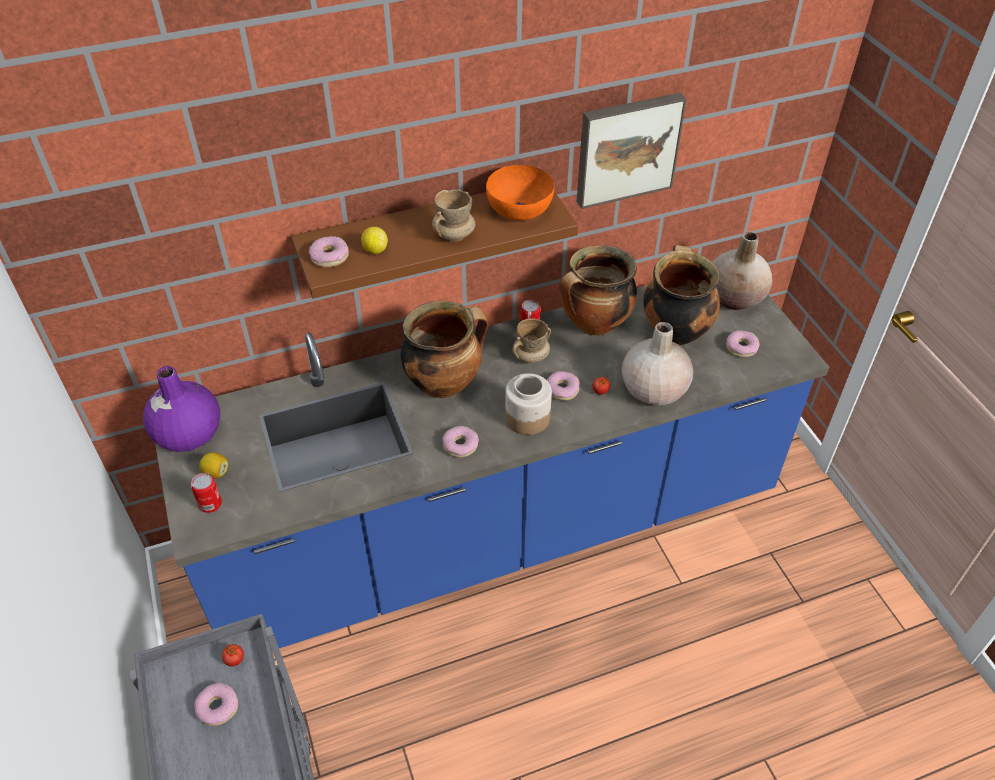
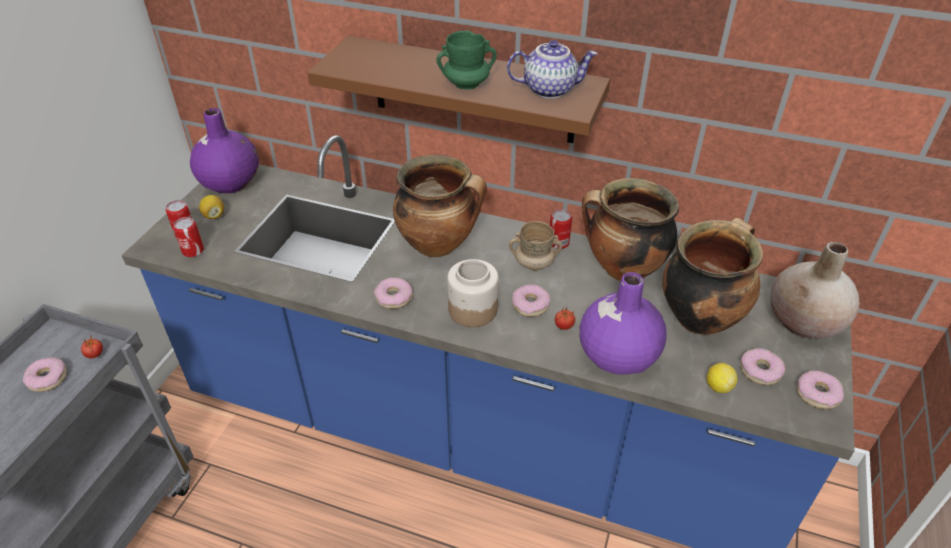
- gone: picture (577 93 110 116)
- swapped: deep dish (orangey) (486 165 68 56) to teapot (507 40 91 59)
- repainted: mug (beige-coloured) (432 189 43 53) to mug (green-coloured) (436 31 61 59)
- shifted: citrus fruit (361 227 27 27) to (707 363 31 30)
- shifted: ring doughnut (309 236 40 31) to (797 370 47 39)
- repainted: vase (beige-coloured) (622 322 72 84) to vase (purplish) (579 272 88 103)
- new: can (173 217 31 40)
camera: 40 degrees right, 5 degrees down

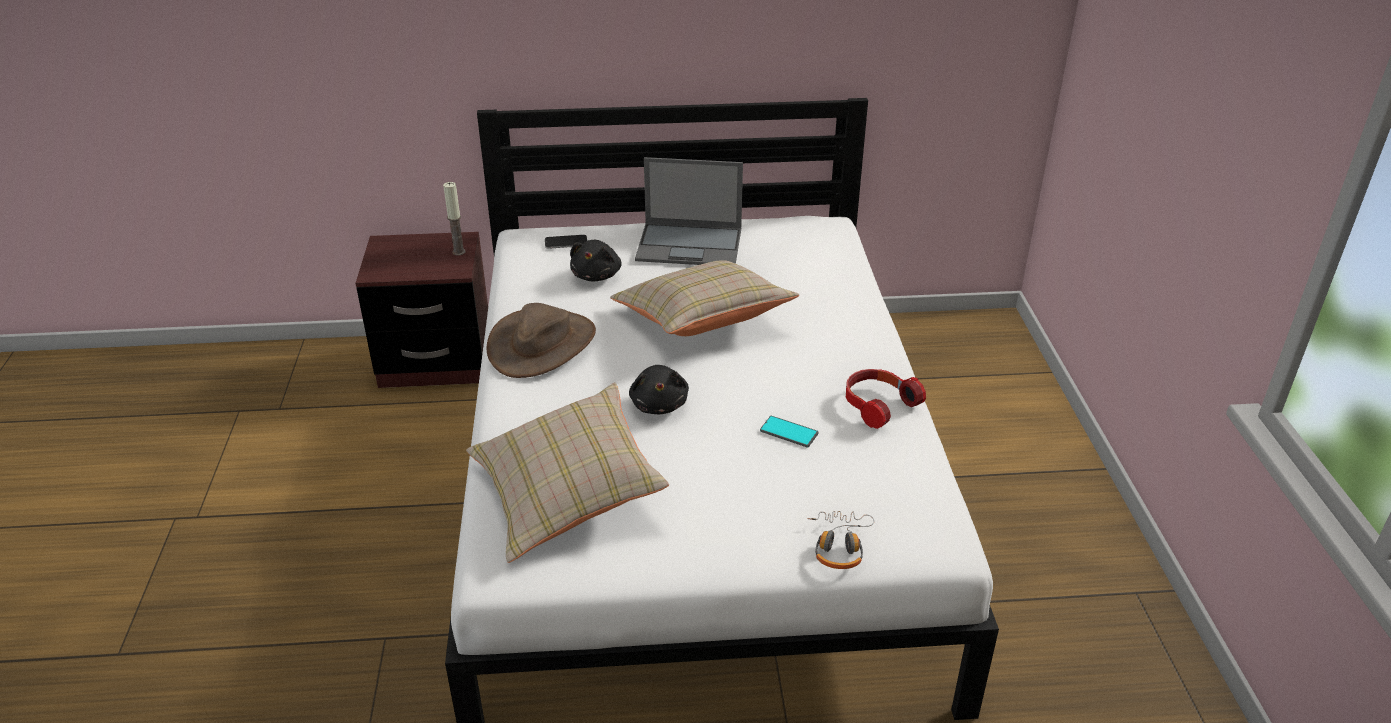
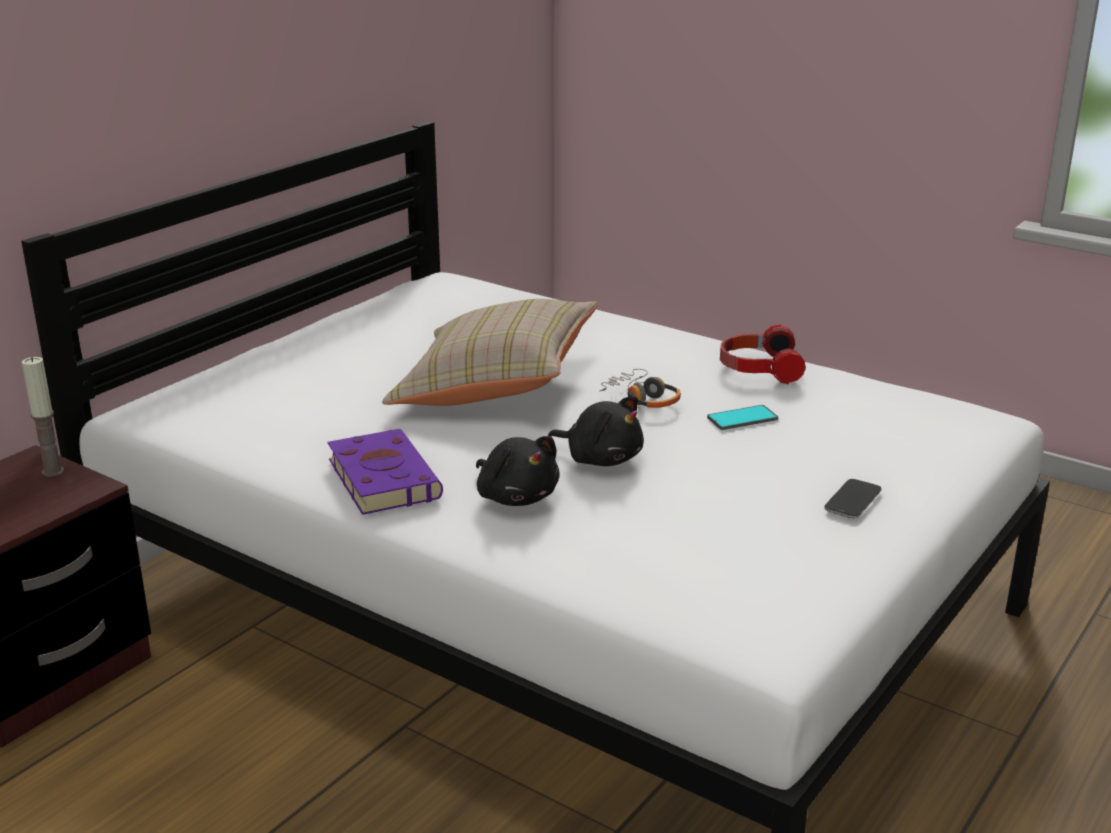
- gone: portable computer (635 157 108 108)
- shifted: handset (545 235 42 14) to (824 479 57 39)
- shifted: soft toy (black) (570 240 52 41) to (476 436 84 70)
- swapped: wearable hat (brown) (487 303 109 75) to volume (purplish) (328 429 115 86)
- gone: throw pillow (beige-coloured) (466 382 203 181)
- shifted: headphones (808 511 67 58) to (600 369 81 39)
camera: 50 degrees left, 10 degrees down

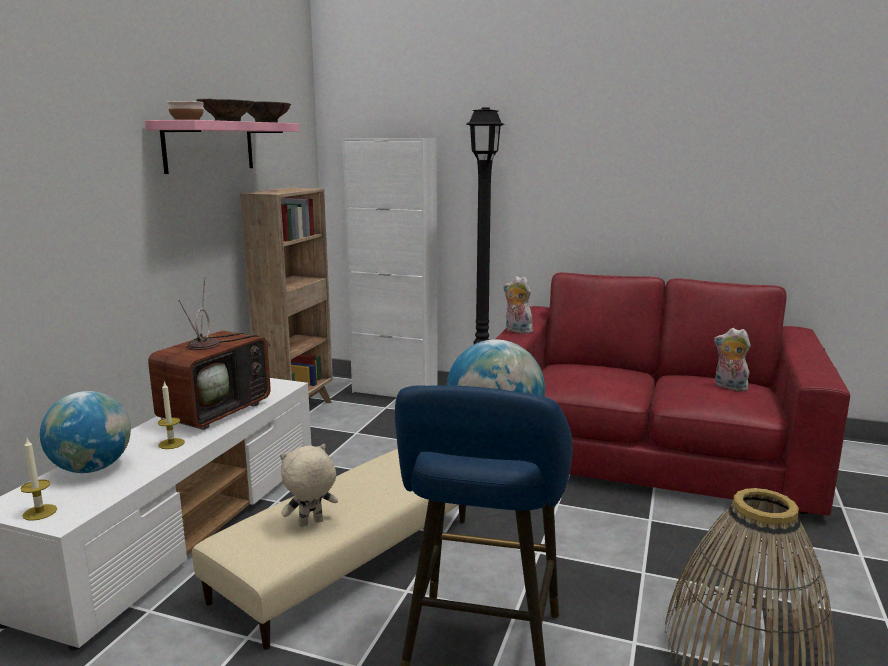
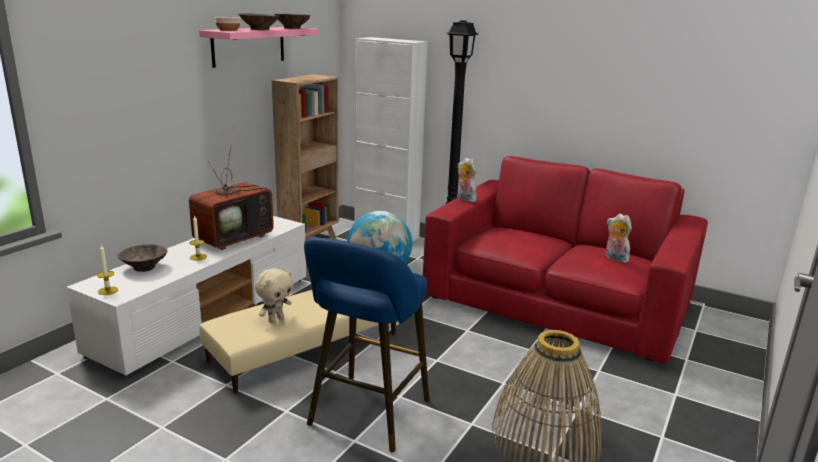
- swapped: world globe (40 391 91 82) to deep dish (brown) (117 244 51 28)
- rotated: soft toy (beige-coloured) (280 444 58 83) = (255 268 39 55) 150 degrees clockwise
camera: 10 degrees right, 5 degrees up

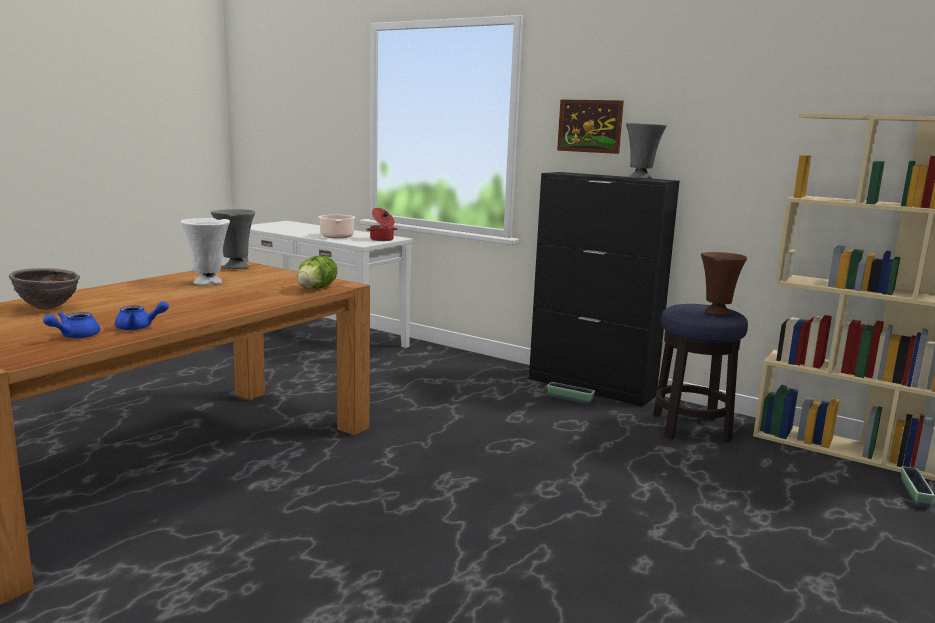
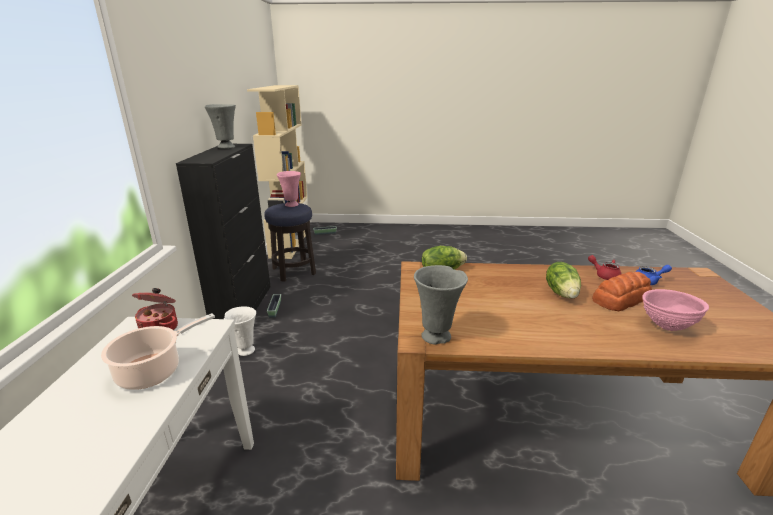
- gone: picture (557 99 67 55)
- shifted: vase (whitish) (181 218 49 67) to (224 306 32 50)
- repainted: vase (brown) (701 252 46 64) to vase (pink-coloured) (277 171 24 36)
- repainted: deep dish (brown) (9 268 71 42) to deep dish (pink-coloured) (642 289 67 42)
- repainted: teapot (bluish) (115 301 54 29) to teapot (reddish) (588 255 33 25)
- new: head of lettuce (546 262 35 37)
- new: bread (592 272 60 39)
camera: 120 degrees left, 10 degrees up

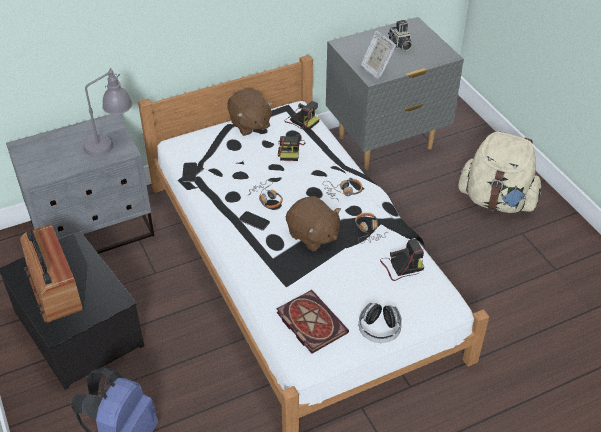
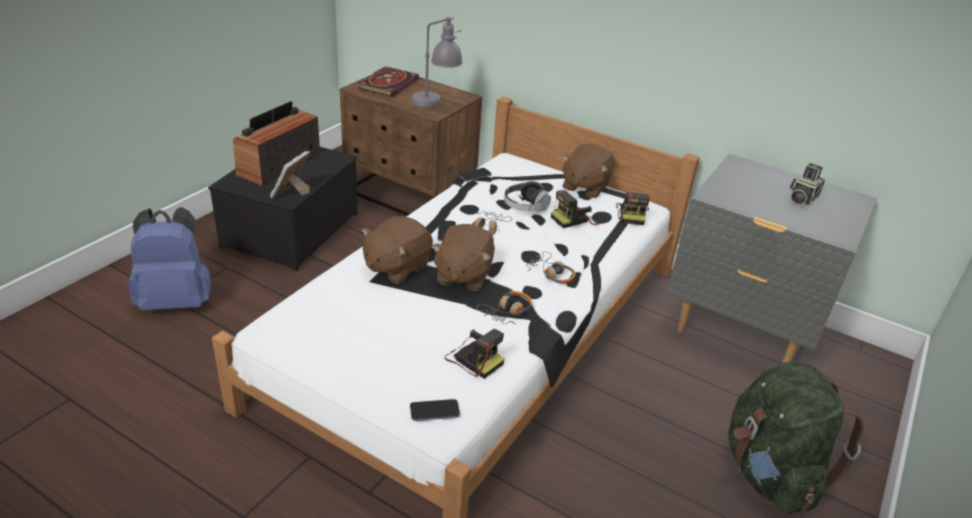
- shifted: photo frame (360 30 36 50) to (270 151 40 47)
- repainted: nightstand (grey) (6 114 148 140) to nightstand (brown) (340 77 142 139)
- repainted: backpack (beige-coloured) (458 132 85 81) to backpack (green-coloured) (728 362 136 152)
- shifted: volume (276 290 73 64) to (358 66 61 31)
- shifted: headphones (359 303 43 40) to (504 180 47 32)
- new: soft toy (brown) (362 216 71 68)
- new: handset (410 399 50 22)
camera: 55 degrees right, 10 degrees down

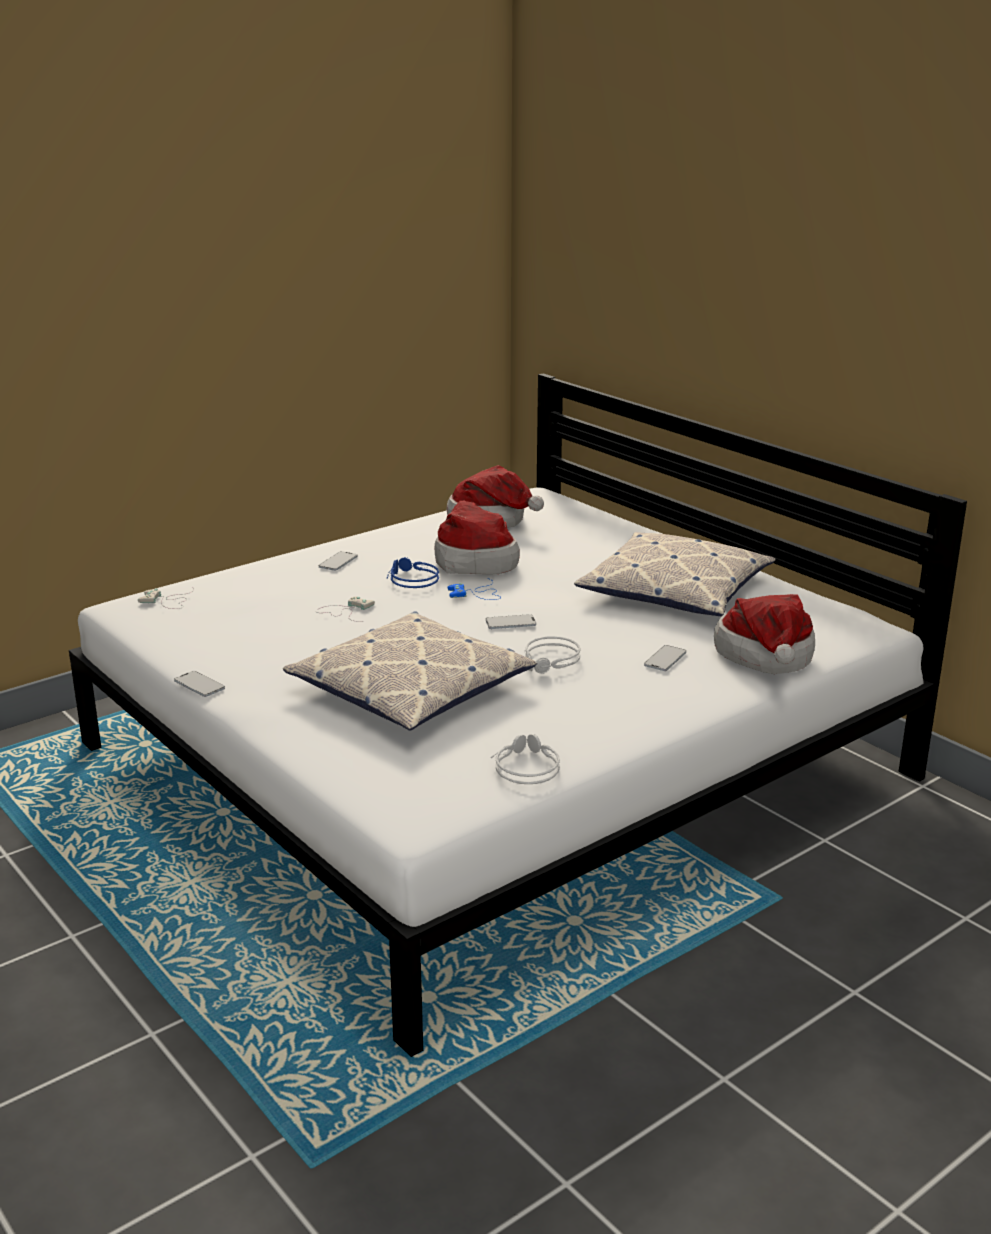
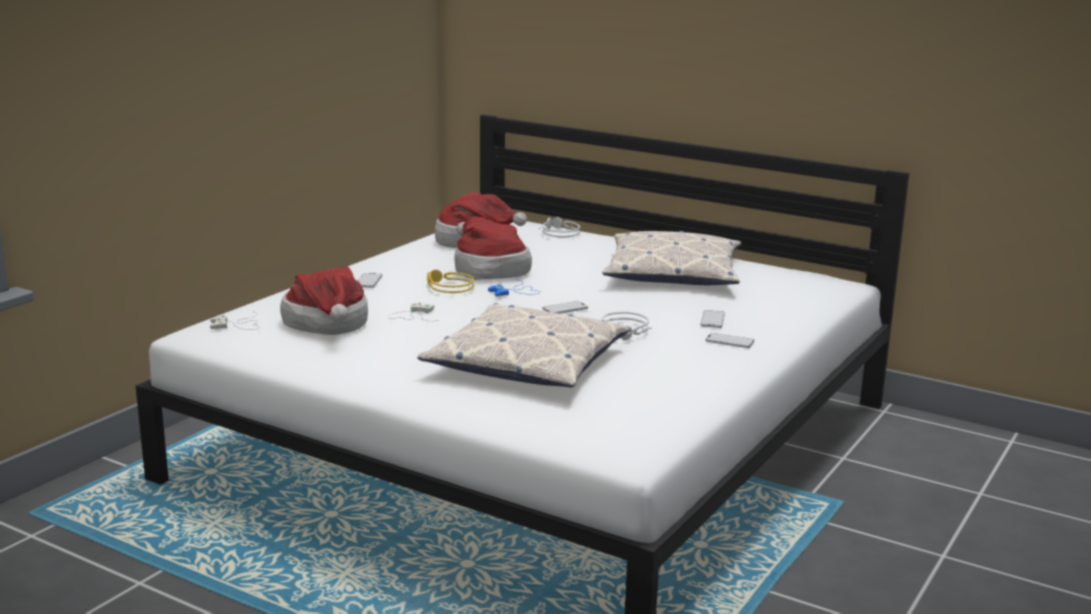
- repainted: headphones (bluish) (387 557 52 31) to headphones (yellowish) (426 269 48 24)
- shifted: wearable hat (714 594 101 80) to (280 266 88 69)
- shifted: handset (174 671 51 26) to (706 333 48 15)
- shifted: headphones (grey) (491 734 69 50) to (539 217 41 20)
camera: 20 degrees left, 5 degrees down

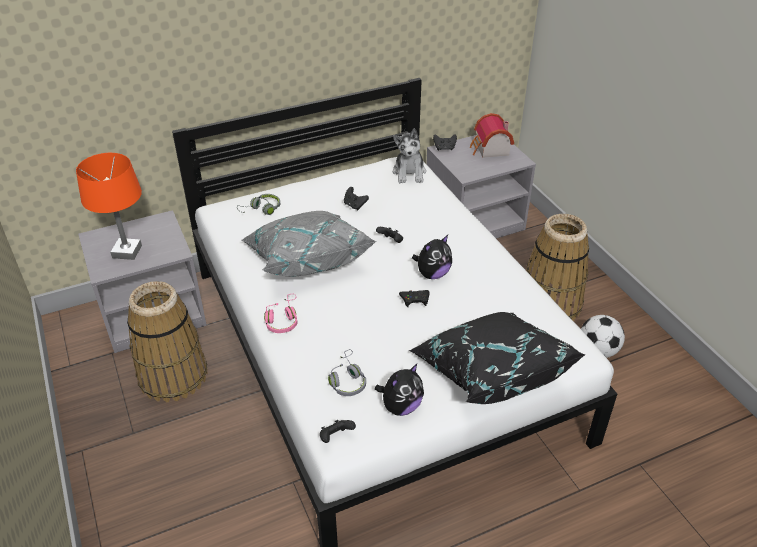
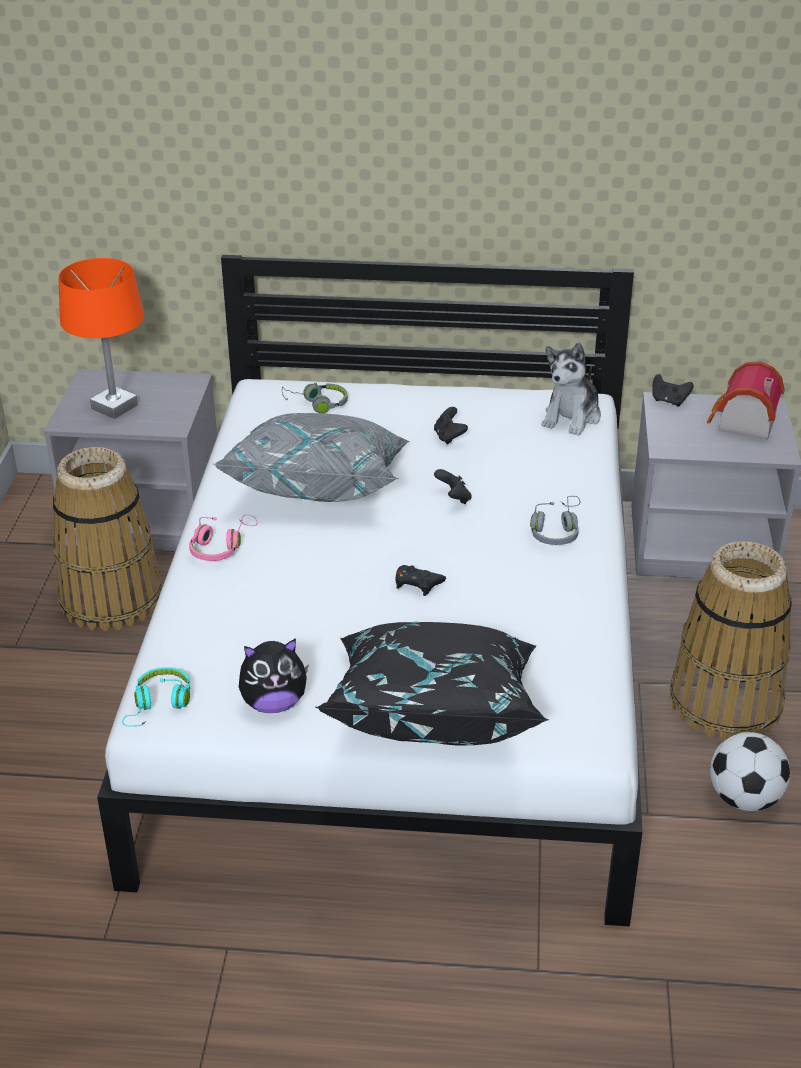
- gone: soft toy (412 235 40 44)
- shifted: headphones (grey) (328 349 38 47) to (530 496 50 49)
- swapped: gamepad (black) (320 420 36 23) to headphones (turquoise) (122 667 69 60)
camera: 30 degrees right, 5 degrees down

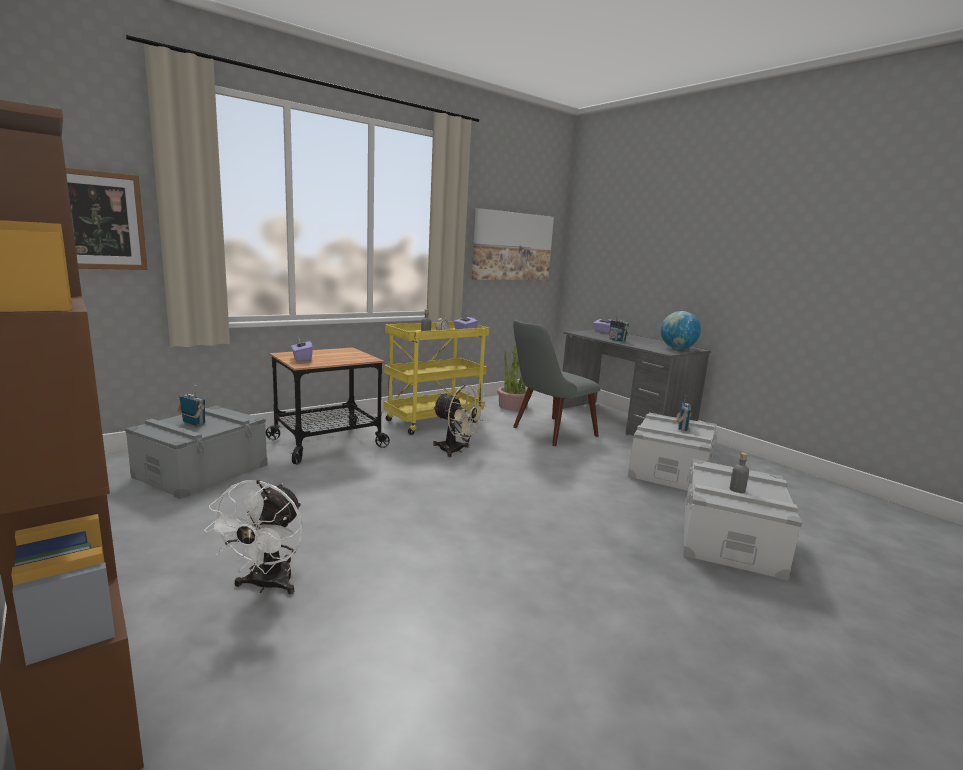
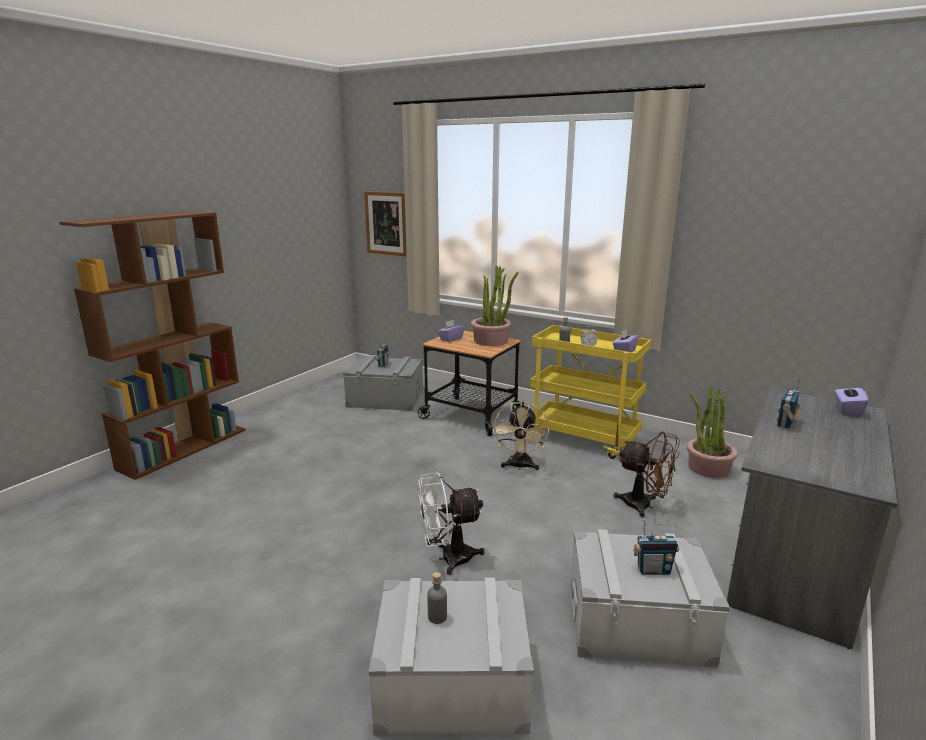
- gone: picture (472 208 82 73)
- gone: world globe (661 311 40 38)
- swapped: chair (grey) (513 320 87 126) to electric fan (brown) (613 431 67 86)
- shifted: electric fan (whitish) (204 480 99 114) to (418 472 67 103)
- new: potted plant (471 265 48 81)
camera: 70 degrees right, 5 degrees up

